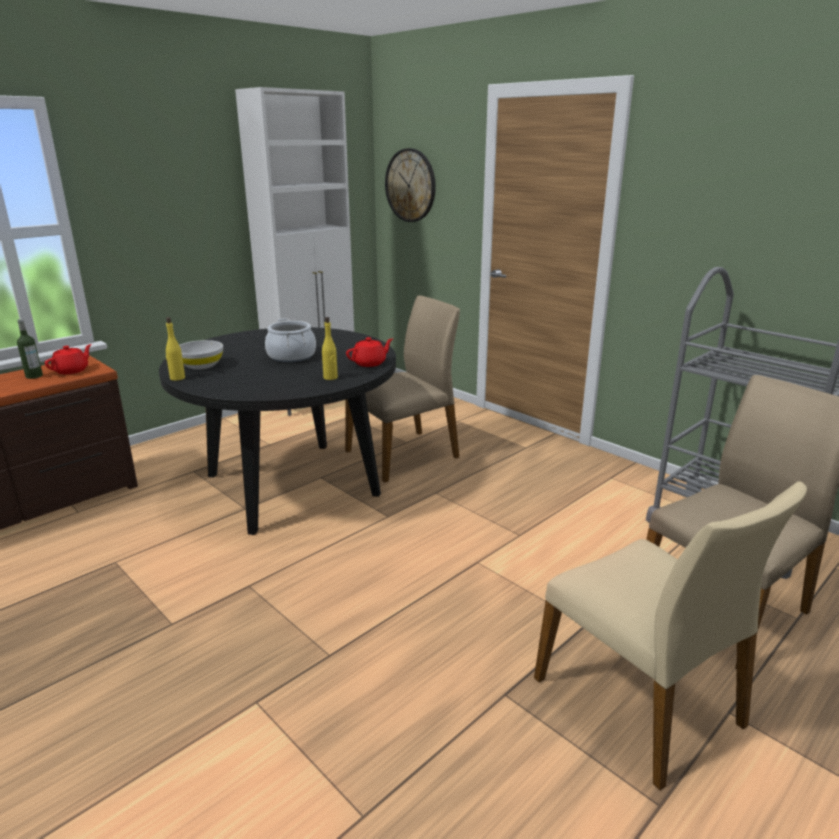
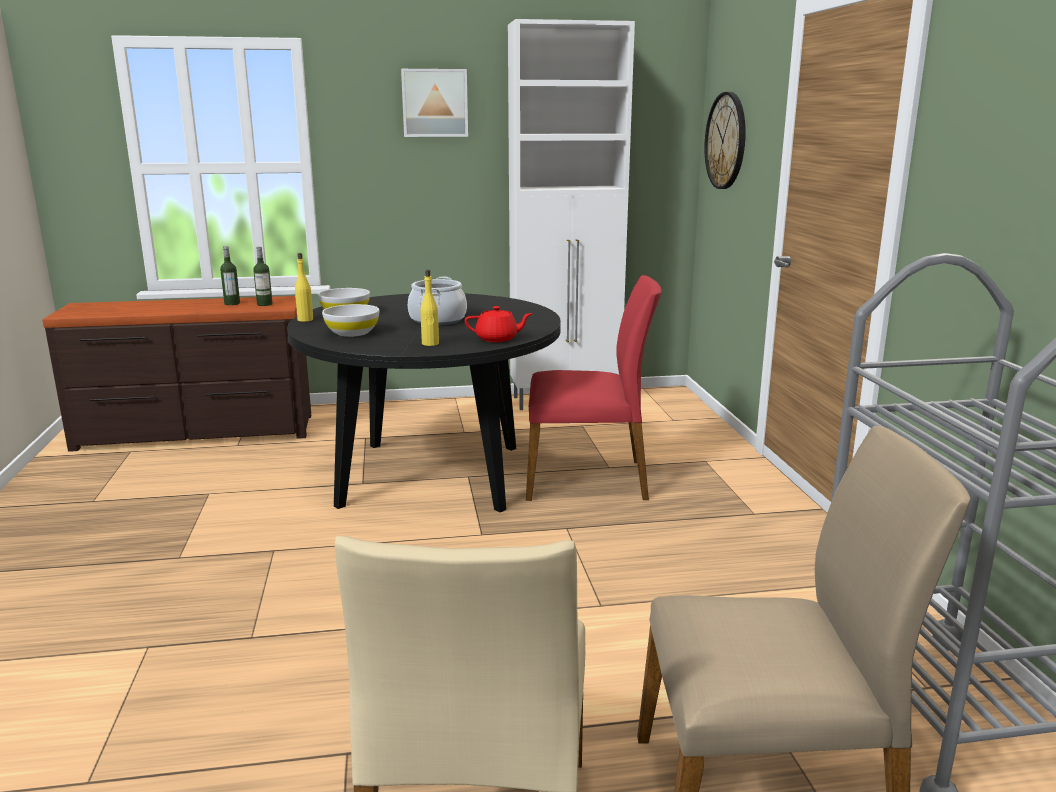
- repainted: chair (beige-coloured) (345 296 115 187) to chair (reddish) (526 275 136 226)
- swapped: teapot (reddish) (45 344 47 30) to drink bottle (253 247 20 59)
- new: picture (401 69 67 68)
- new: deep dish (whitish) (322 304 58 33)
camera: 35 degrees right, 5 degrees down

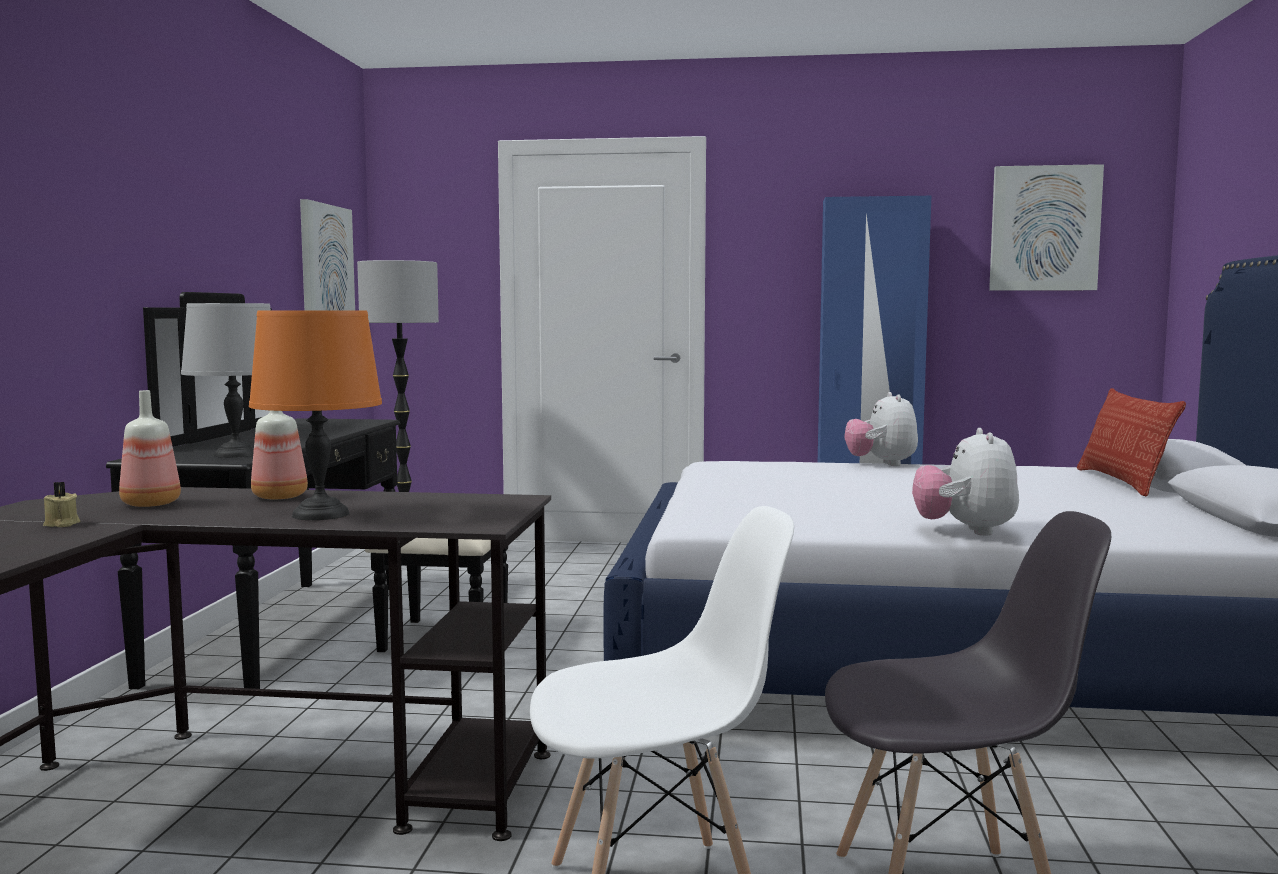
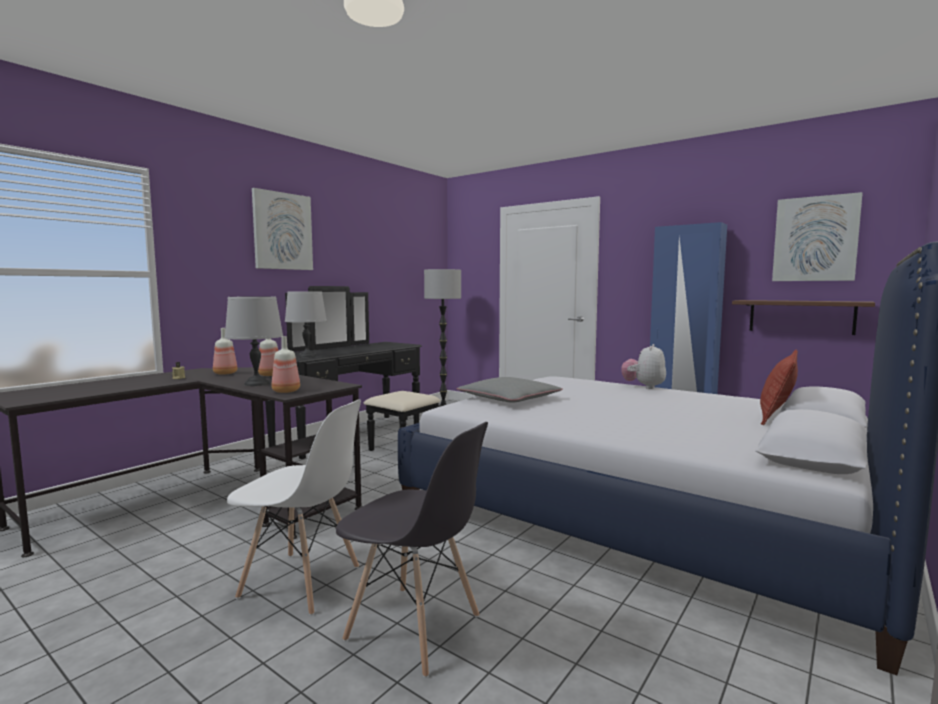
- shifted: picture (300 199 55 111) to (252 188 61 82)
- repainted: tabletop lamp (orangey) (249 310 133 210) to tabletop lamp (grey) (225 296 58 90)
- gone: soft toy (912 428 107 108)
- new: wall shelf (brown) (732 300 143 35)
- new: drink bottle (272 336 28 57)
- new: throw pillow (grey) (456 377 107 26)
camera: 30 degrees right, 0 degrees up

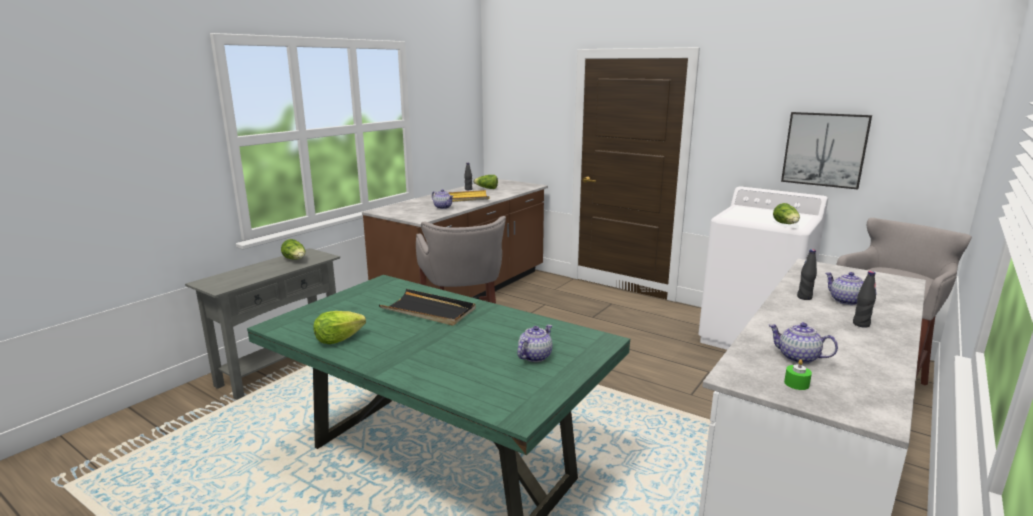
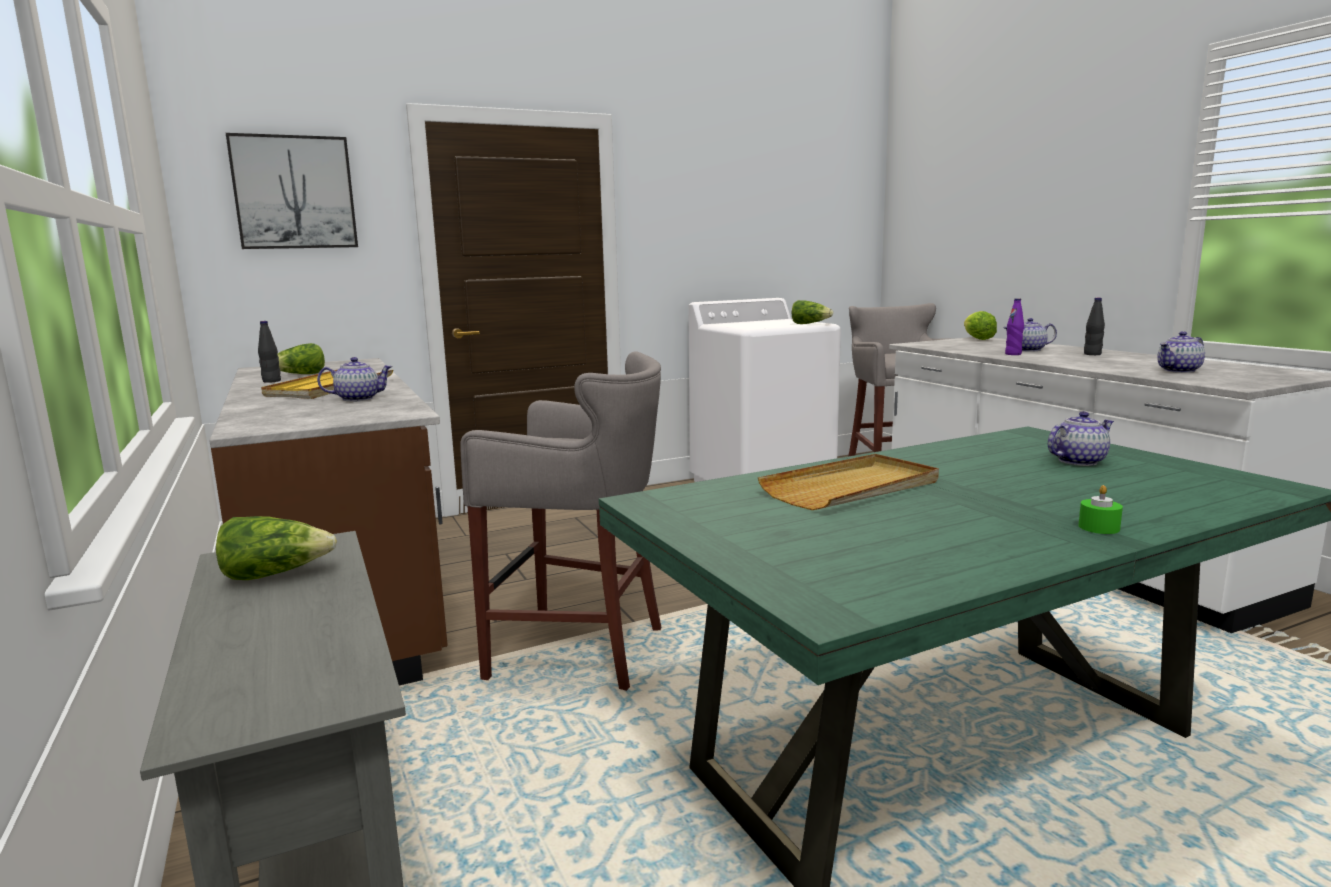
- shifted: picture (781 112 91 78) to (226 133 132 116)
- repainted: drink bottle (black) (797 249 20 51) to drink bottle (purplish) (1005 298 19 57)
- repainted: tray (black) (379 289 97 37) to tray (beige-coloured) (758 454 181 56)
- shifted: head of lettuce (314 311 52 33) to (964 311 33 29)
- rotated: teapot (517 325 35 37) = (1048 411 66 55) 90 degrees clockwise
- shifted: wax candle (green-coloured) (784 359 28 31) to (1078 485 45 49)
camera: 60 degrees left, 5 degrees down

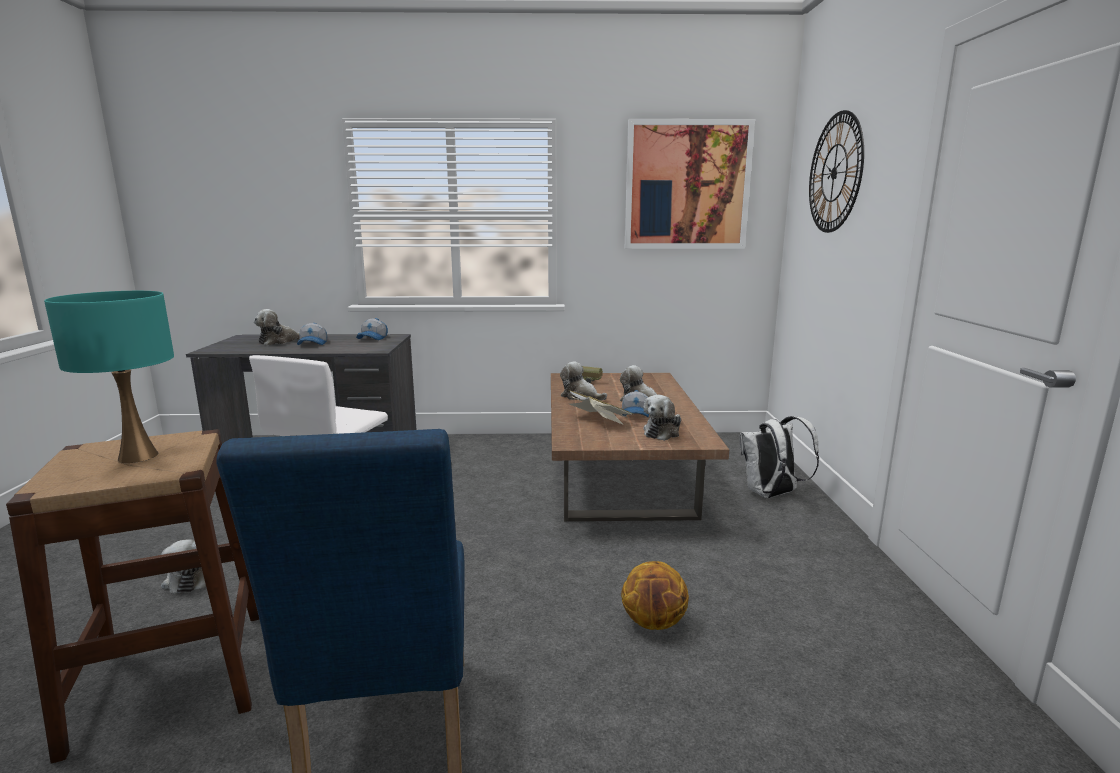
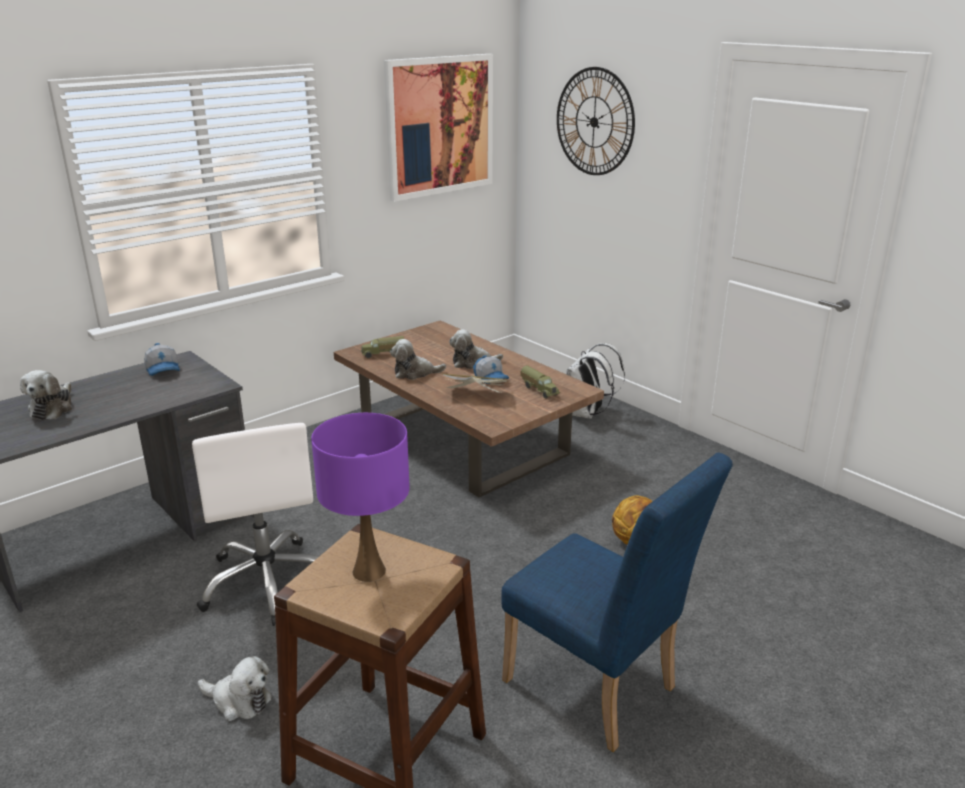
- repainted: tabletop lamp (turquoise) (44 291 130 172) to tabletop lamp (purplish) (311 413 99 169)
- gone: peaked cap (297 323 30 22)
- swapped: soft toy (643 395 38 46) to toy lorry (521 365 39 34)
camera: 40 degrees left, 10 degrees up

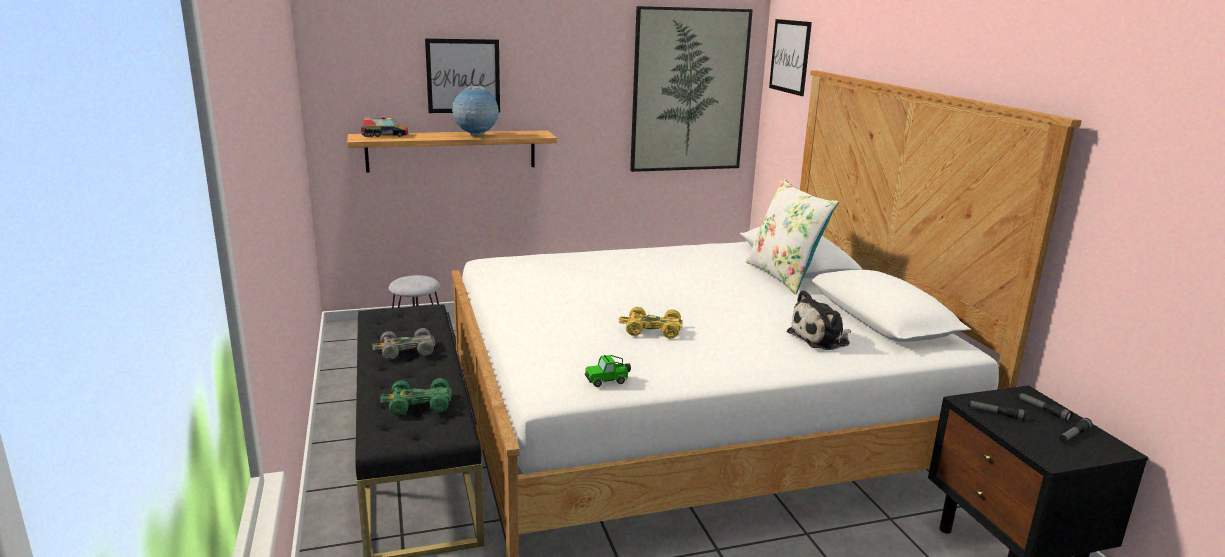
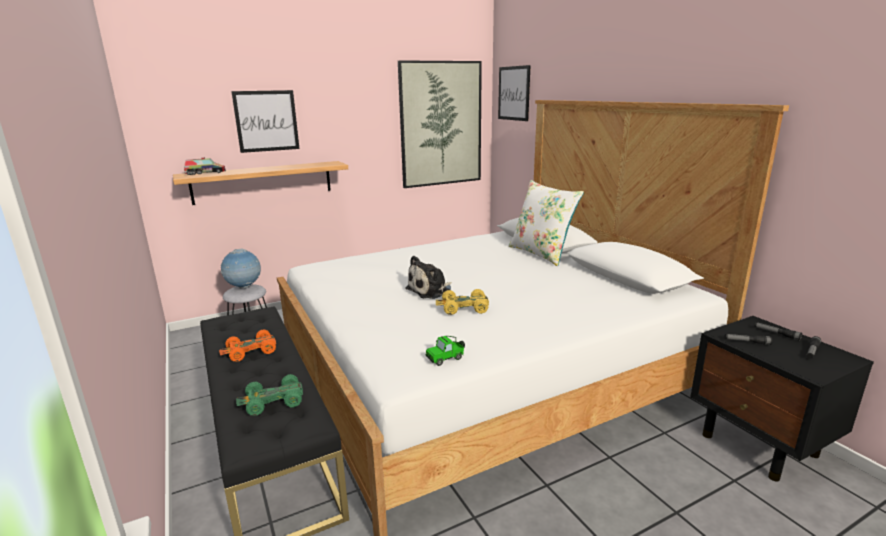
- shifted: world globe (452 86 47 50) to (221 248 40 41)
- shifted: soft toy (787 290 64 60) to (405 256 47 43)
- repainted: miniature car (grey) (372 328 63 32) to miniature car (orangey) (219 330 57 32)
camera: 10 degrees left, 0 degrees up

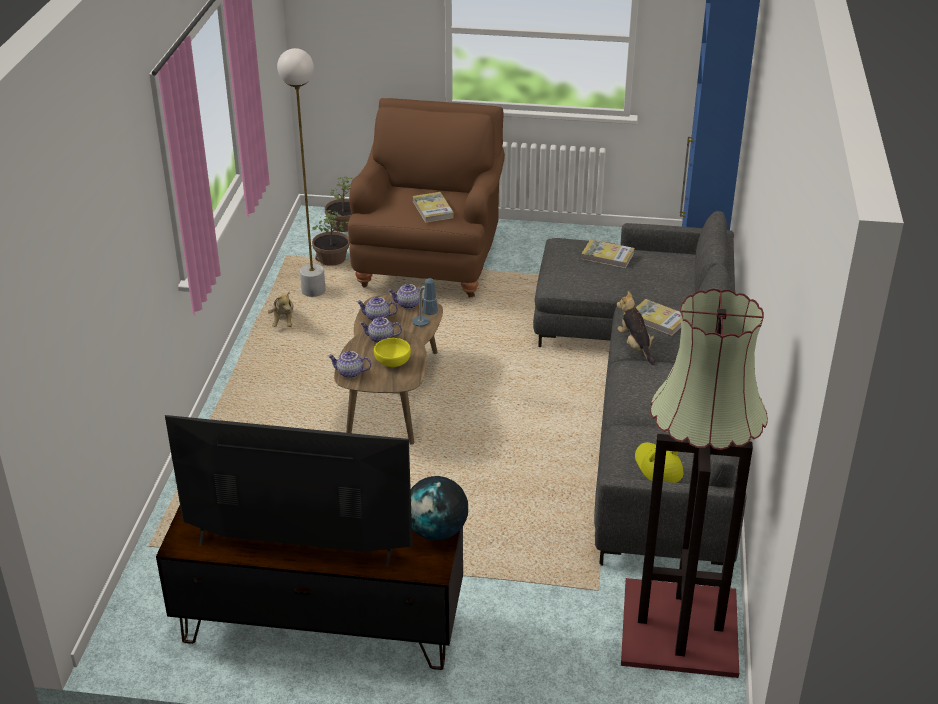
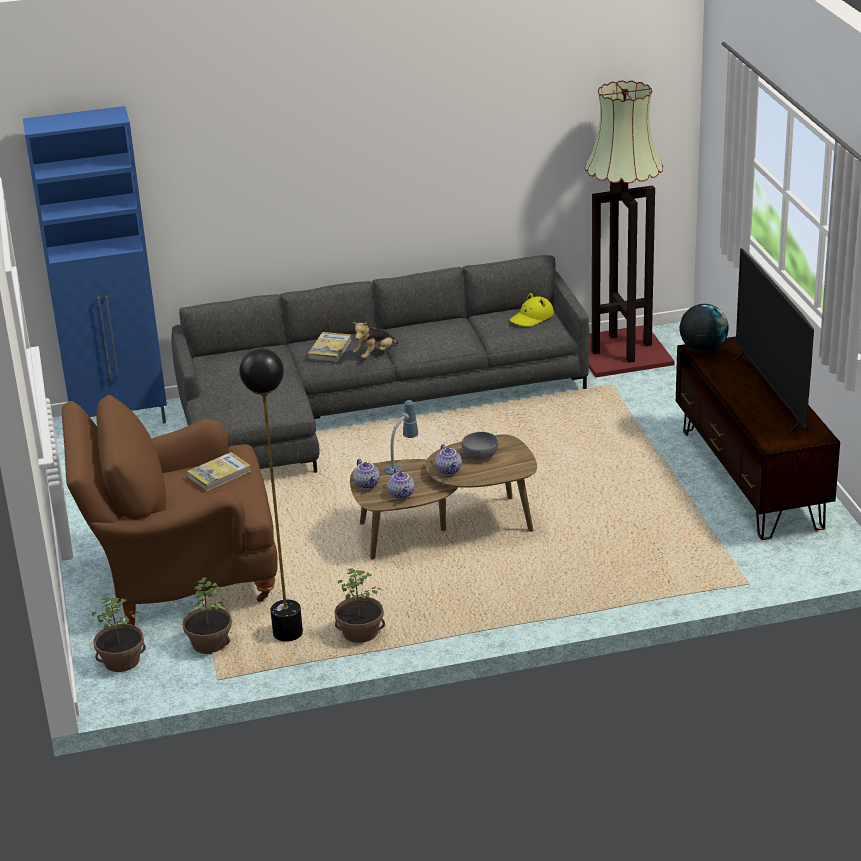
- repainted: standing lamp (whitish) (277 48 49 249) to standing lamp (black) (239 348 64 294)
- gone: volume (581 239 54 29)
- swapped: soft toy (268 291 25 36) to potted plant (334 568 51 75)
- repainted: deep dish (yellowish) (374 338 37 29) to deep dish (grey) (462 432 36 28)
- gone: teapot (328 351 43 27)
camera: 110 degrees left, 5 degrees down

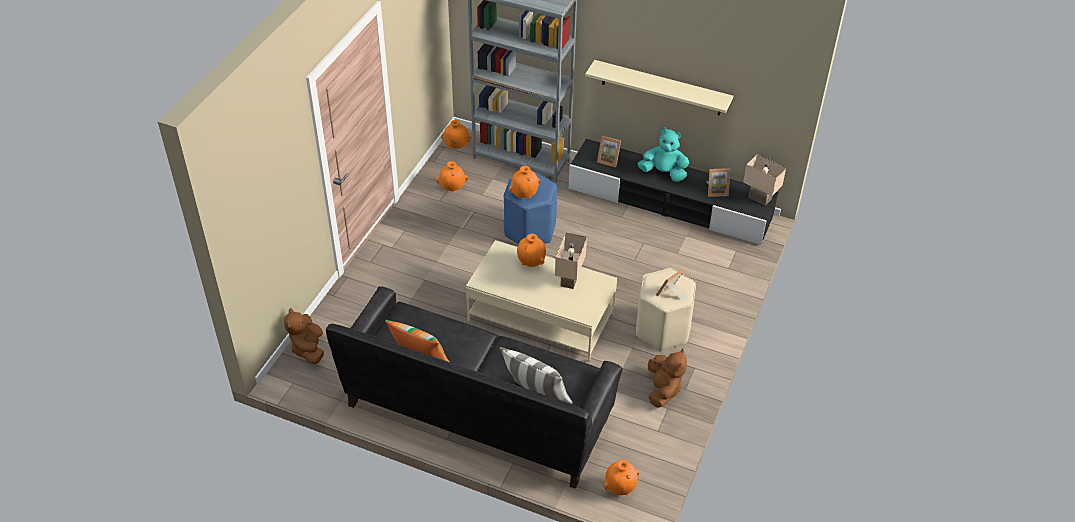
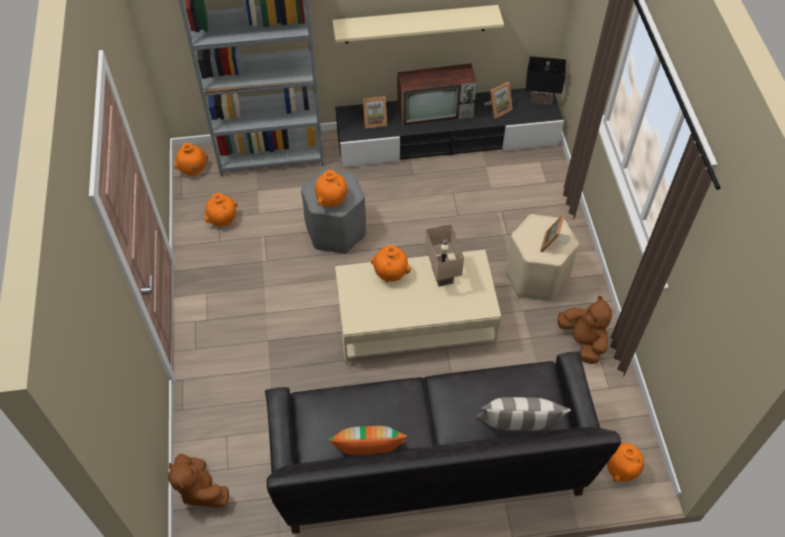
- swapped: soft toy (turquoise) (638 127 51 55) to TV set (397 63 80 63)
- repainted: tabletop lamp (beige-coloured) (743 154 43 52) to tabletop lamp (black) (526 56 40 49)
- repainted: stool seat (bluish) (504 172 53 72) to stool seat (grey) (301 169 65 85)
camera: 30 degrees left, 10 degrees up

